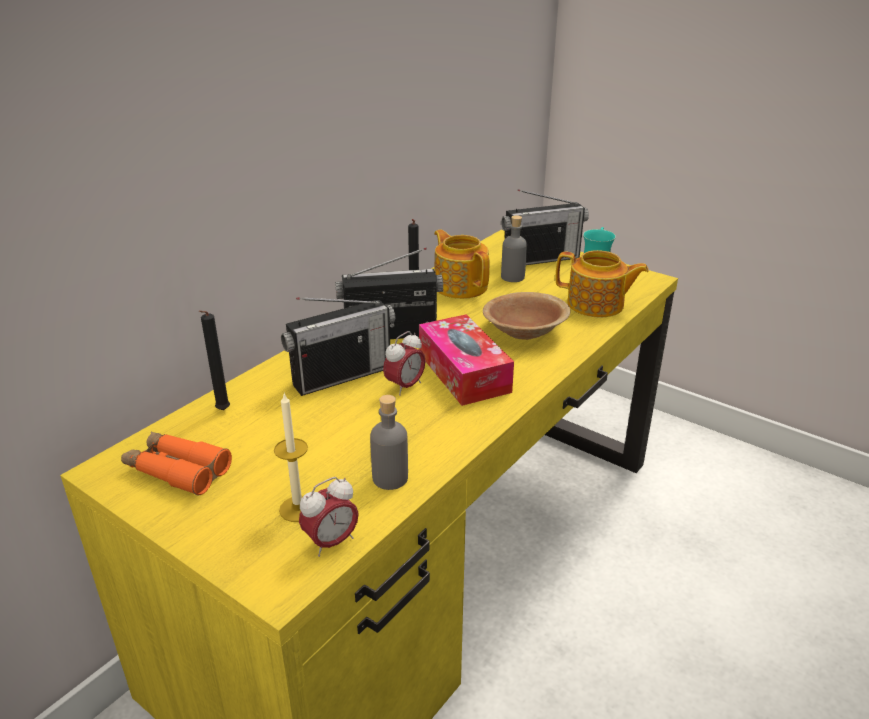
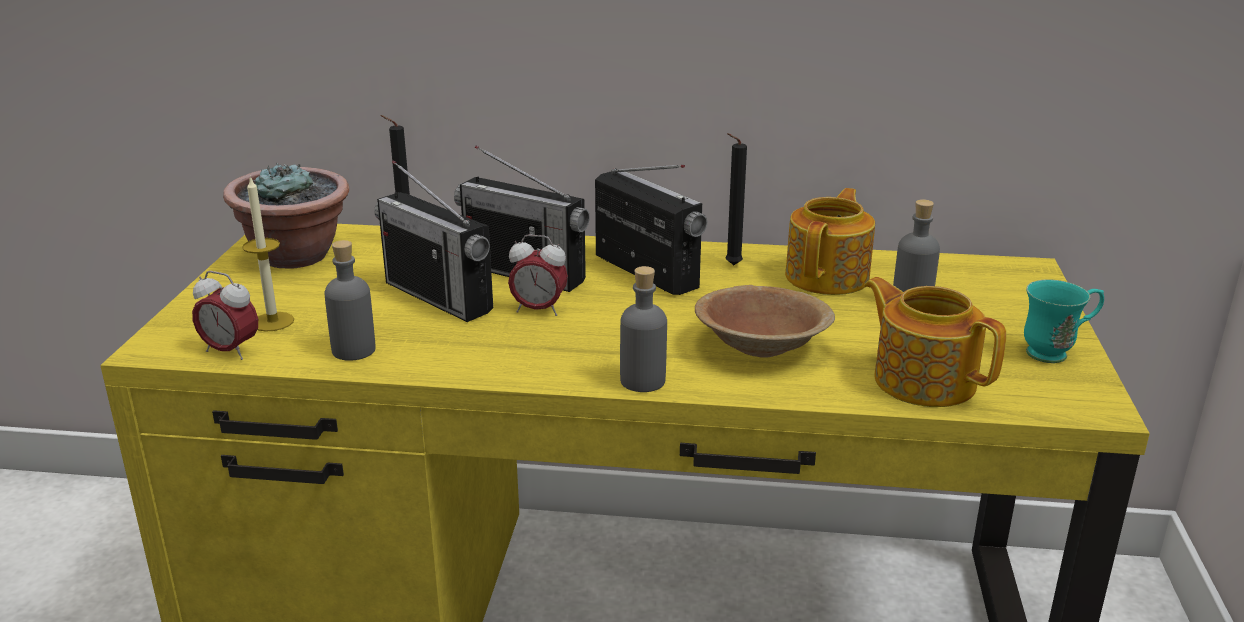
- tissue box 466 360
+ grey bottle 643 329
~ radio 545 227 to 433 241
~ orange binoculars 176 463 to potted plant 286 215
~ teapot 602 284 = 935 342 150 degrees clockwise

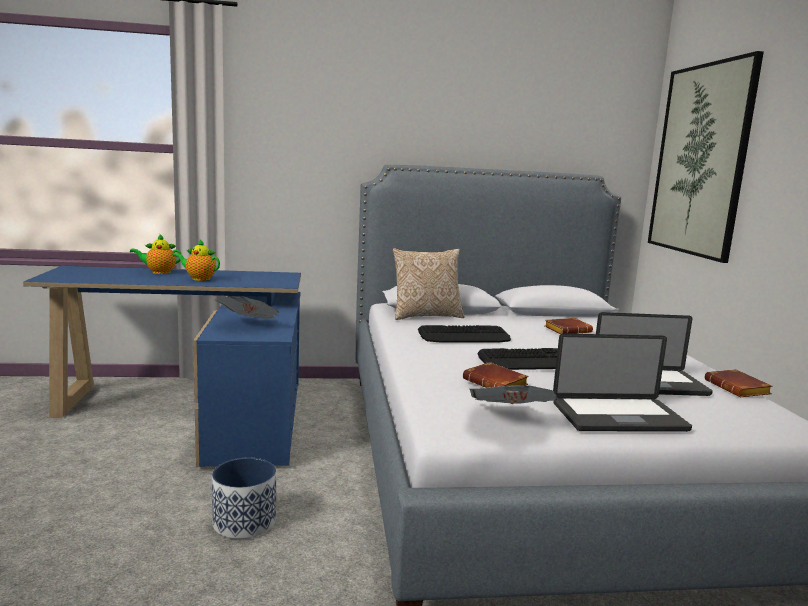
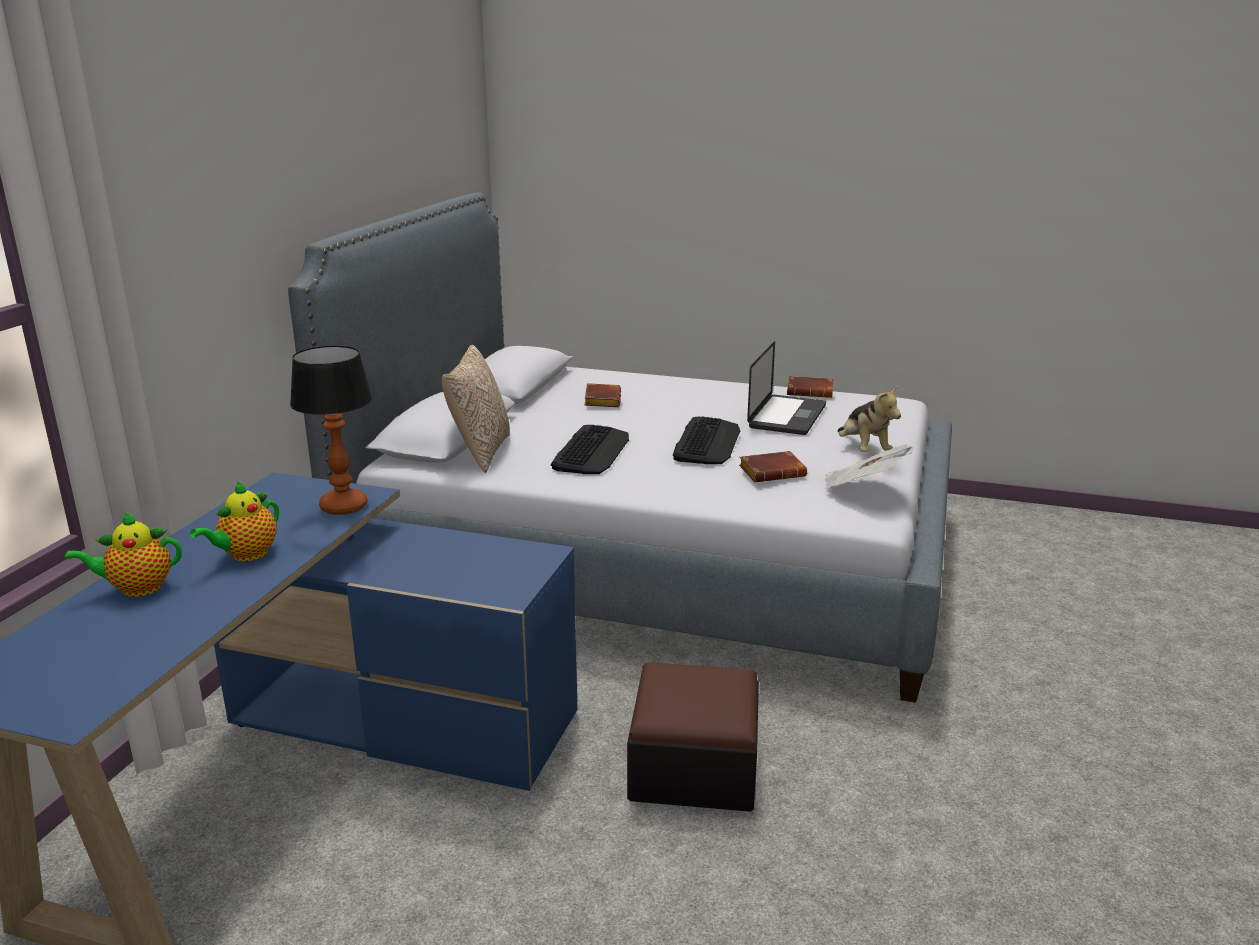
- newspaper 247 307
- picture 706 157
+ table lamp 331 430
~ planter 244 498 to ottoman 693 737
~ laptop 622 382 to plush toy 869 418
~ teapot 156 254 = 123 554 60 degrees clockwise

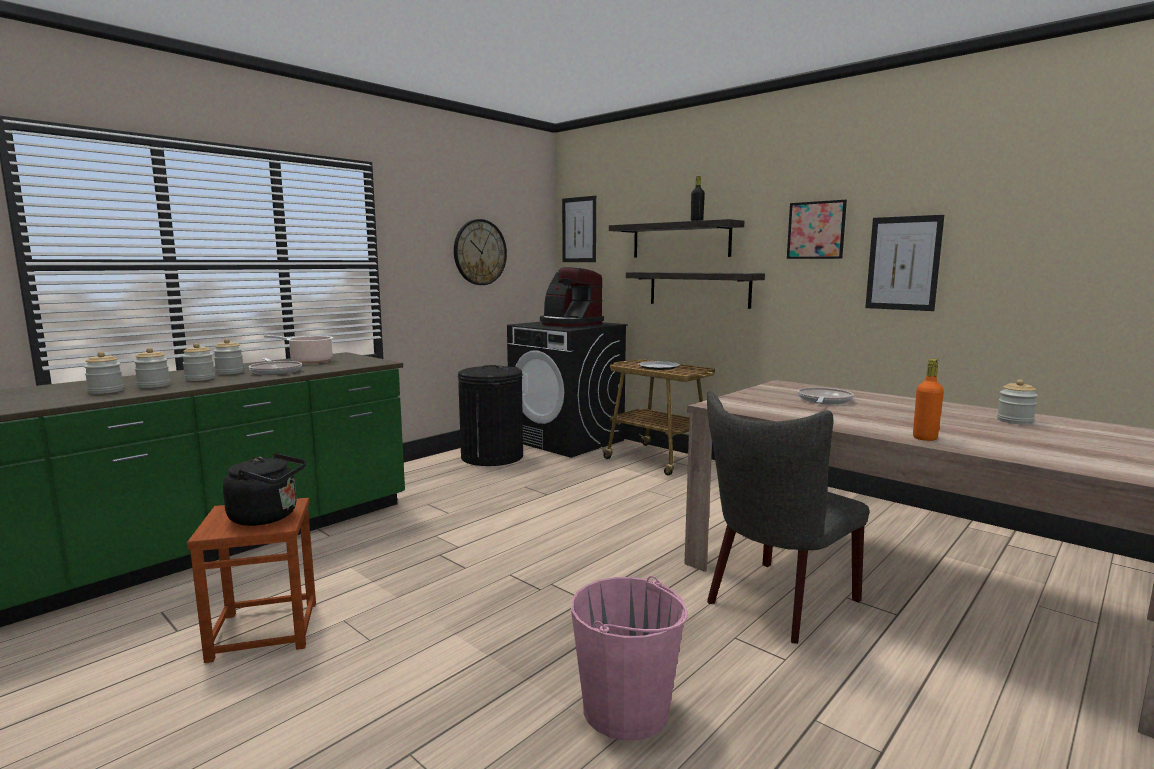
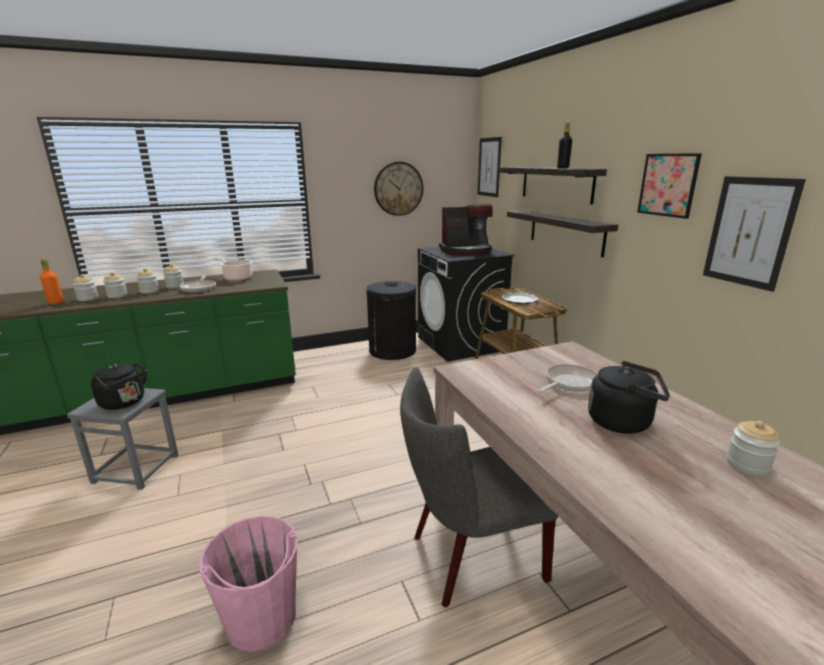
+ black kettle 629 397
~ orange bottle 928 400 to 52 281
~ brown stool 251 580 to grey stool 122 439
~ coffee machine 572 297 = 466 229 75 degrees counterclockwise

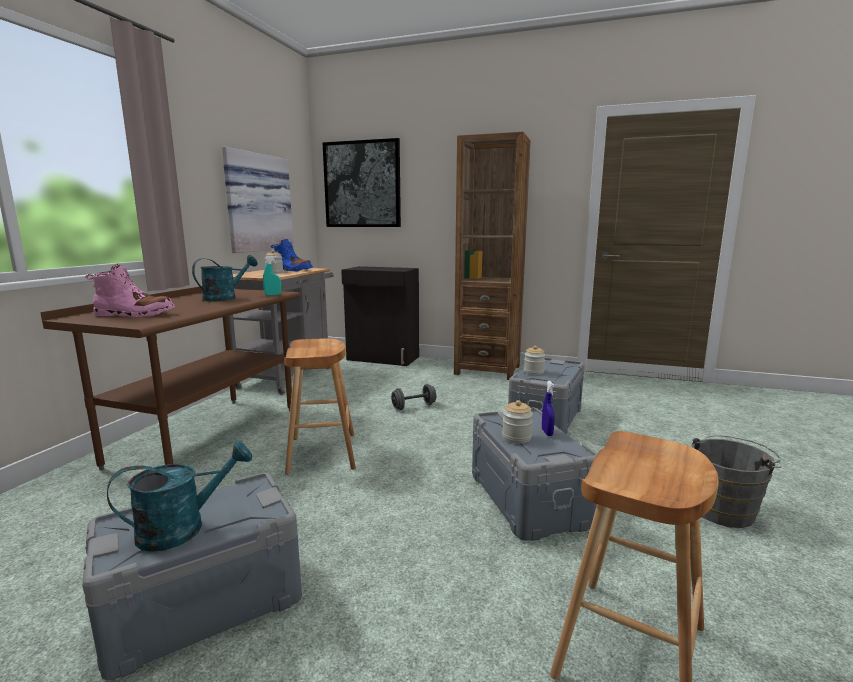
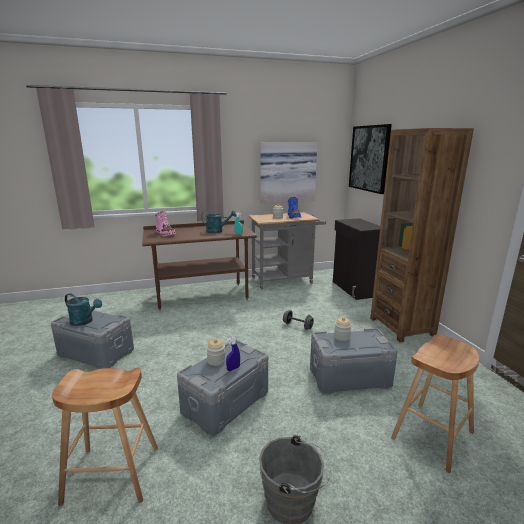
~ brown stool 320 406 to 435 403

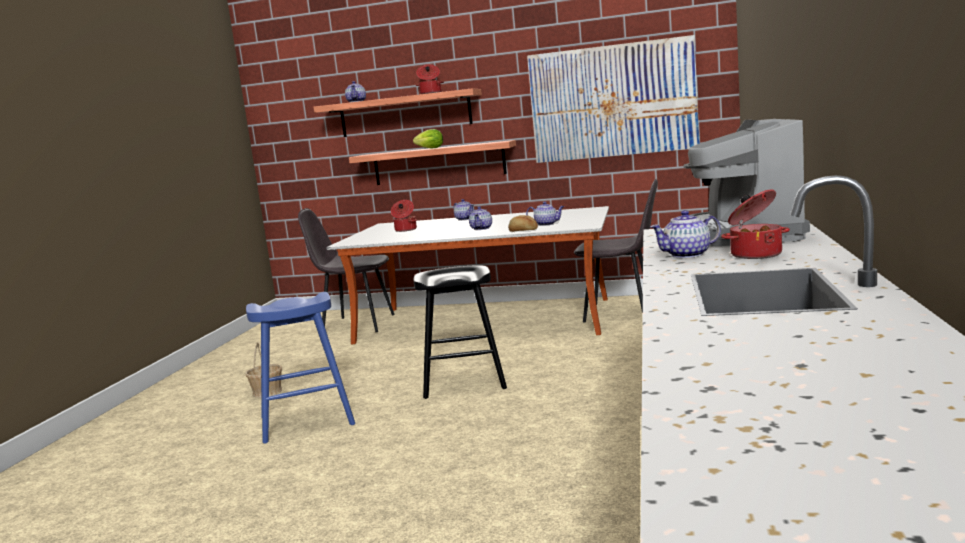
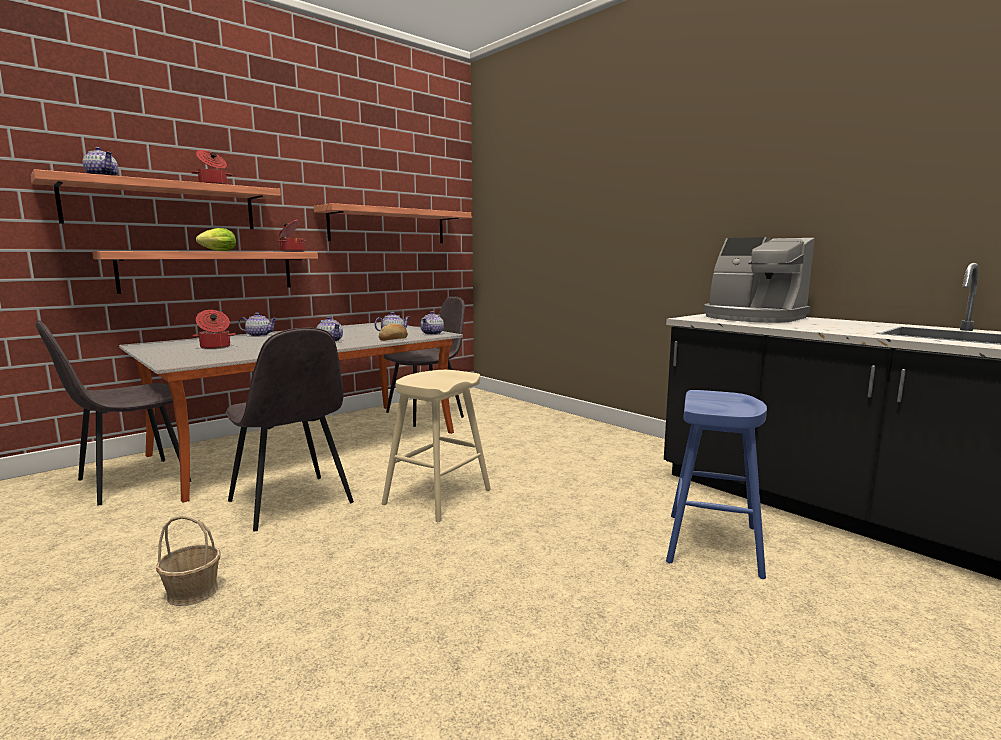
+ grey chair 290 429
~ blue stool 300 368 to 716 484
~ teapot 685 234 to 432 323
~ cooking pot 755 224 to 291 236
~ picture 613 99 to shelf 392 223
~ black stool 460 332 to beige stool 436 446

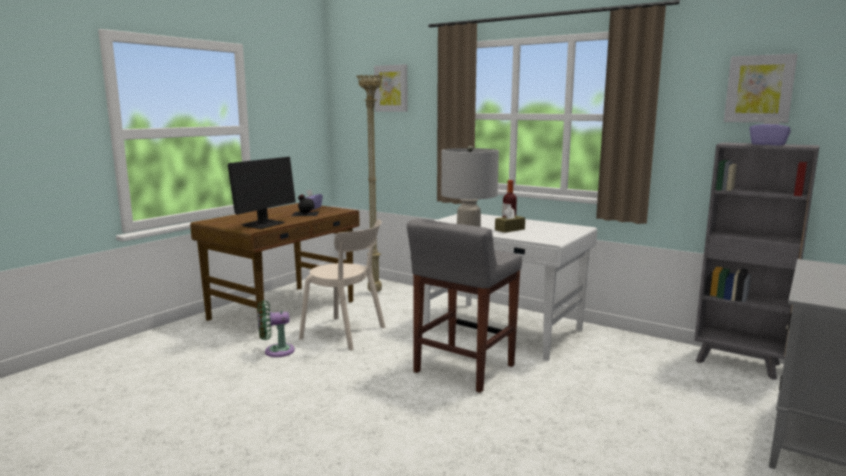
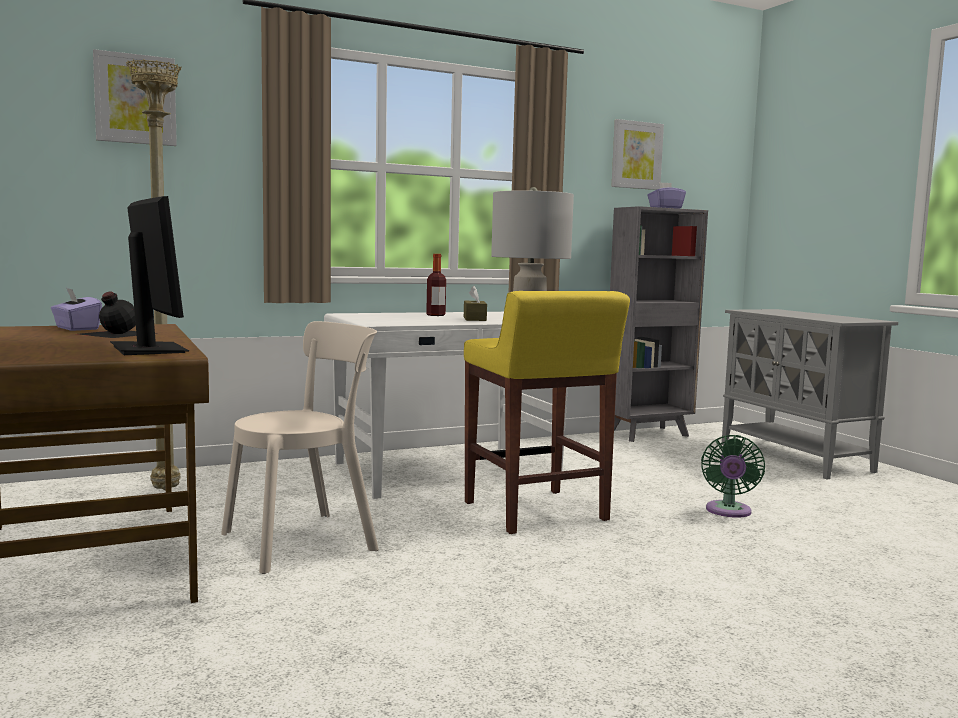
~ green fan 276 328 to 733 476
~ grey stool 464 306 to yellow stool 547 412

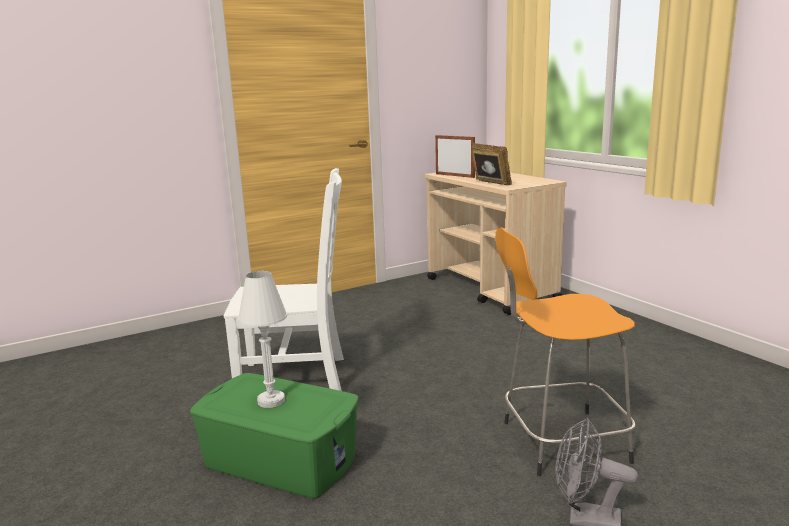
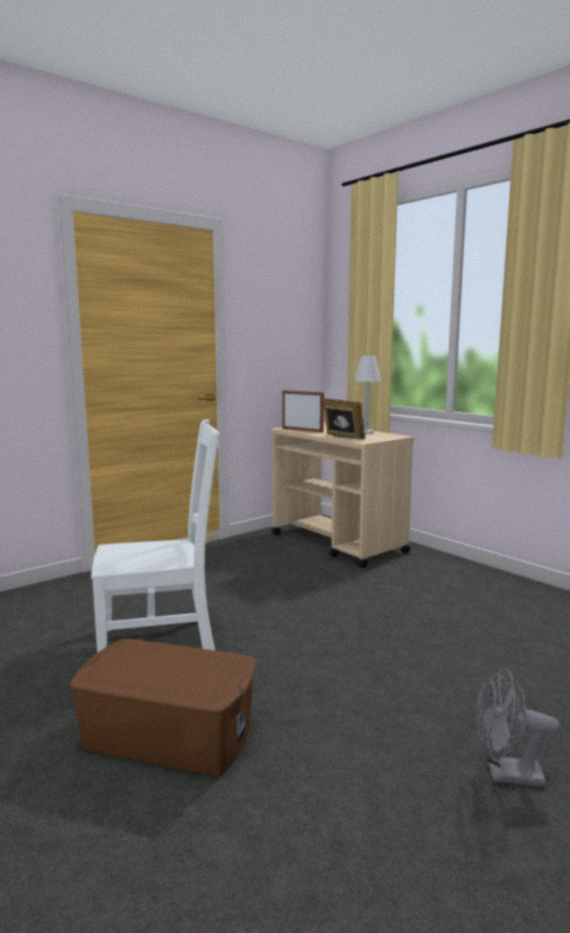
- orange stool 565 351
~ white table lamp 262 339 to 367 394
~ green storage box 274 436 to brown storage box 163 707

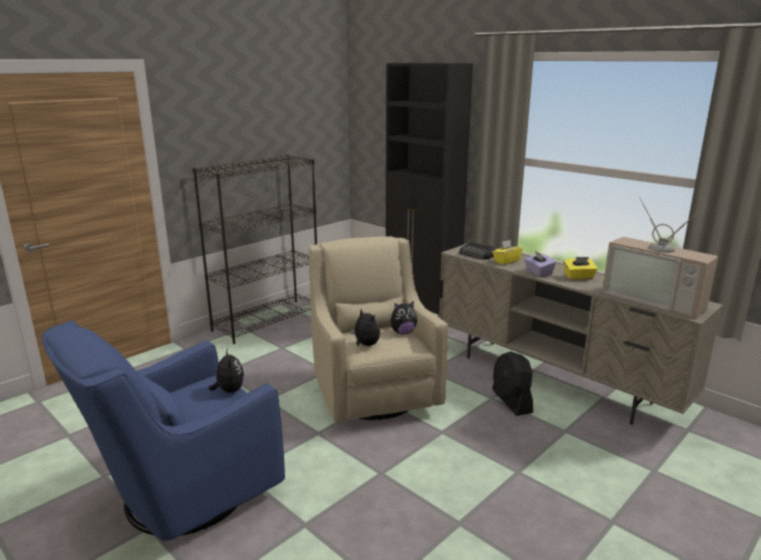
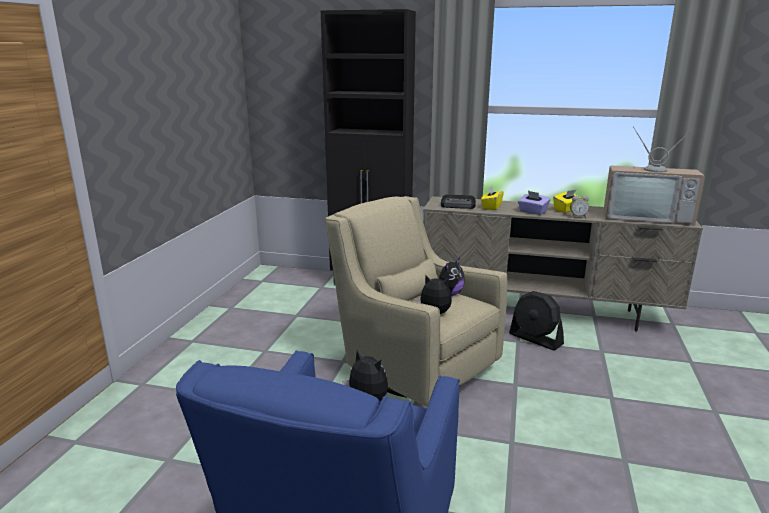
- black bookcase 255 249
+ alarm clock 579 207

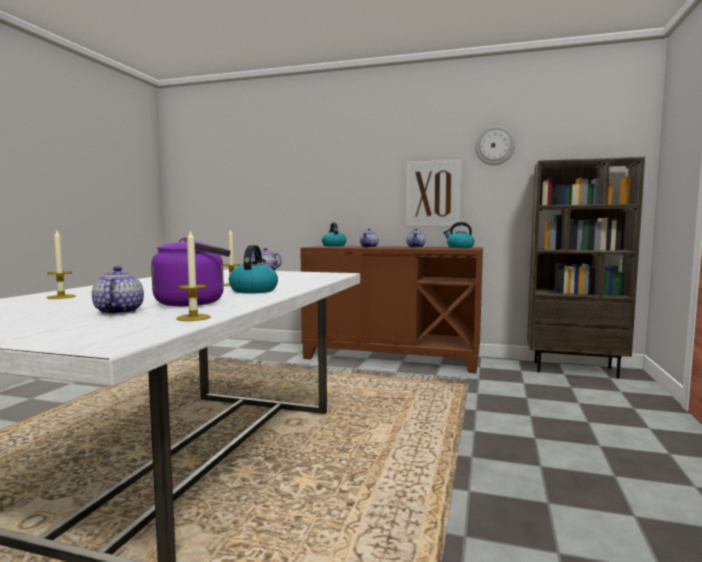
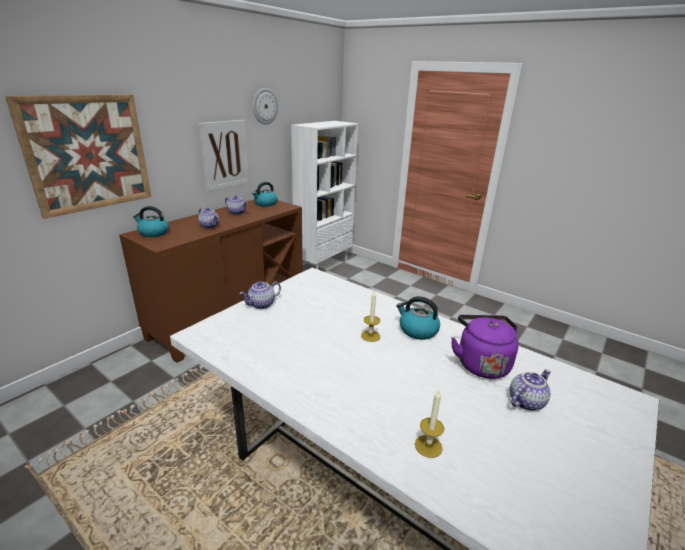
- candle 193 275
+ picture 78 156
~ brown bookcase 586 268 to white bookcase 325 195
~ teapot 118 290 = 530 390 135 degrees clockwise

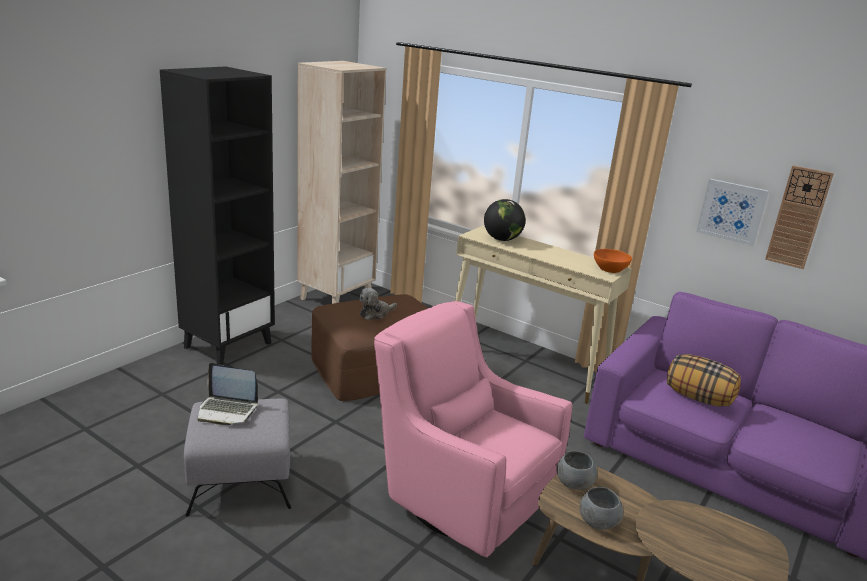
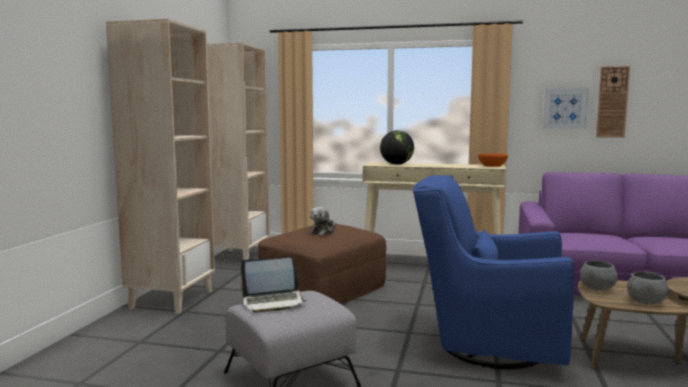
- pillow 704 380
~ black bookcase 217 215 to beige bookcase 160 166
~ pink armchair 473 429 to blue armchair 493 272

